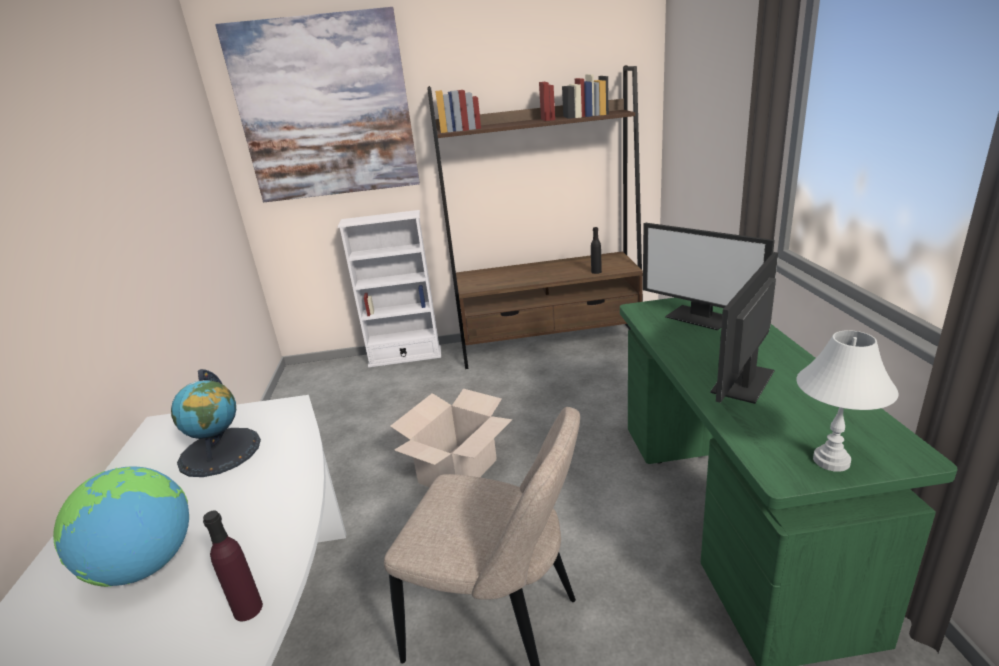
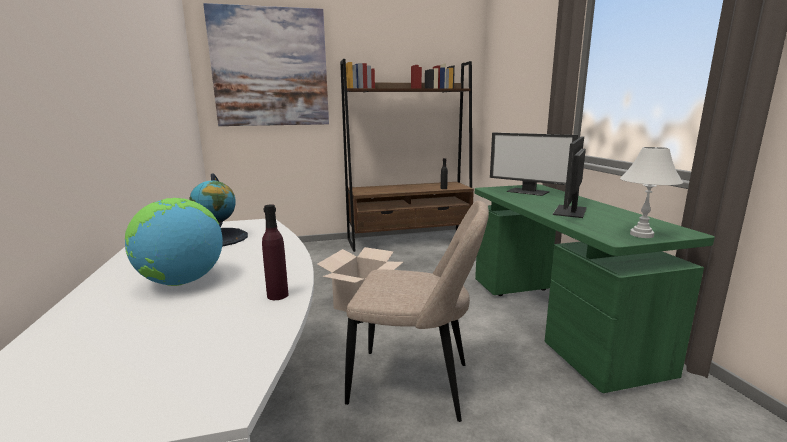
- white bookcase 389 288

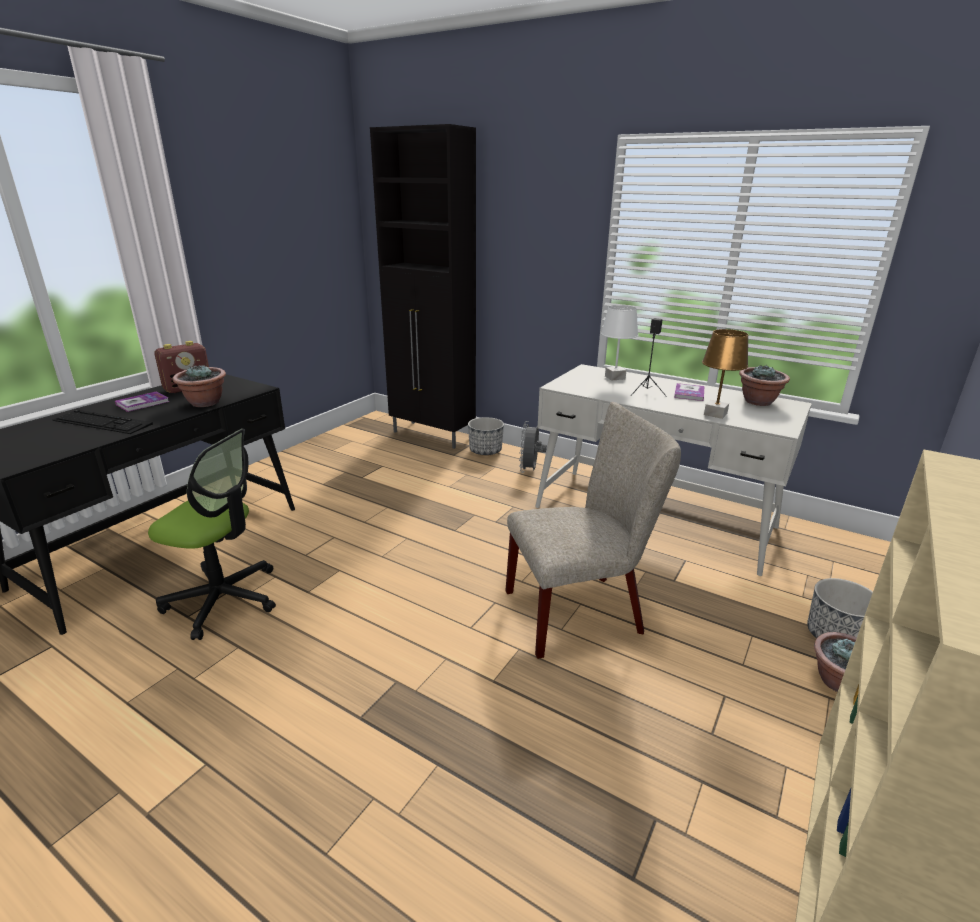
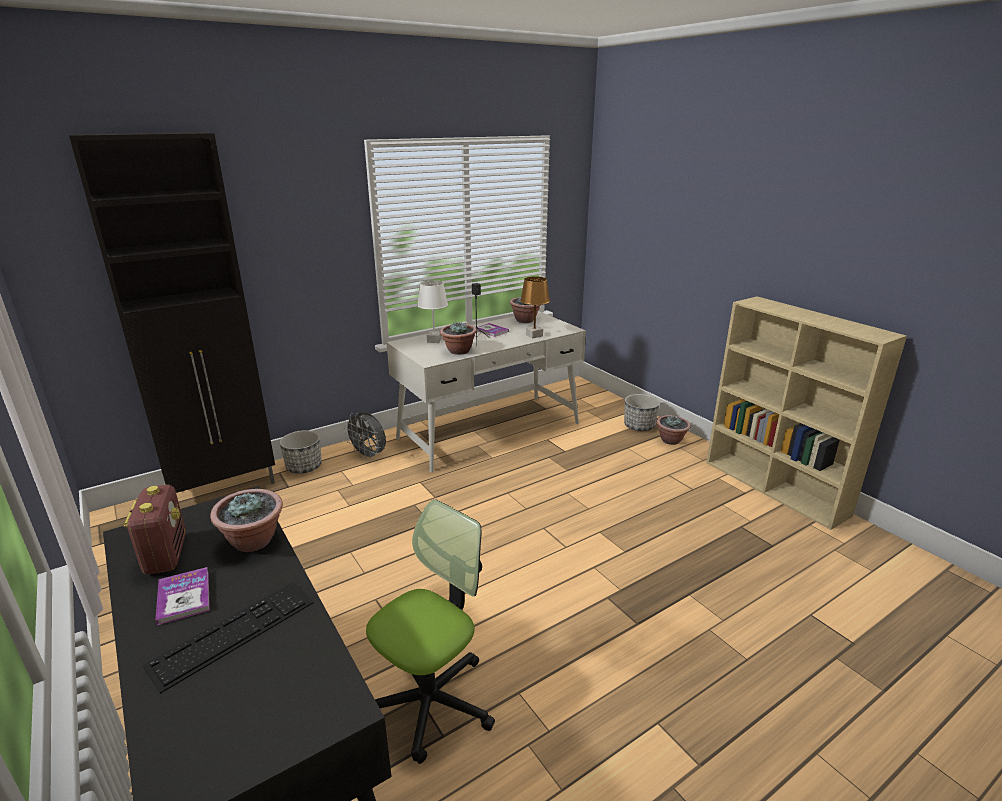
- beige chair 593 530
+ potted plant 458 338

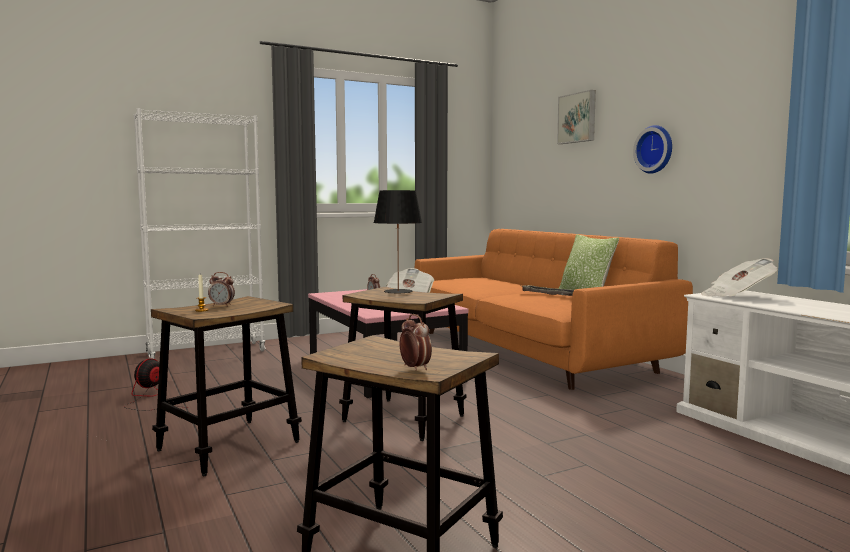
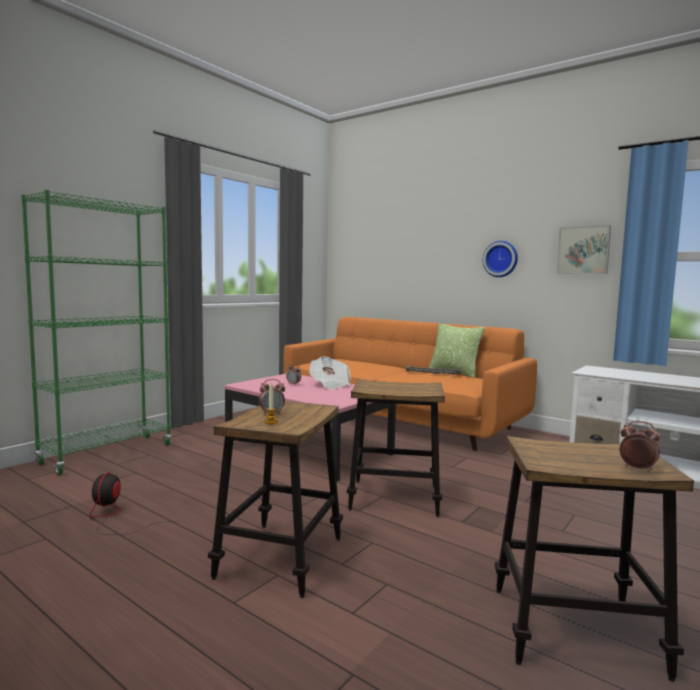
- black table lamp 397 241
- newspaper 739 277
~ picture 576 117 to 584 249
~ white bookcase 200 233 to green bookcase 96 332

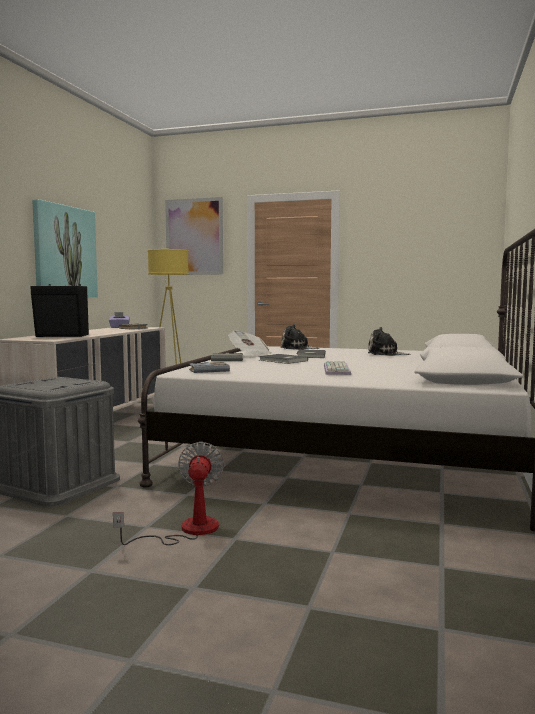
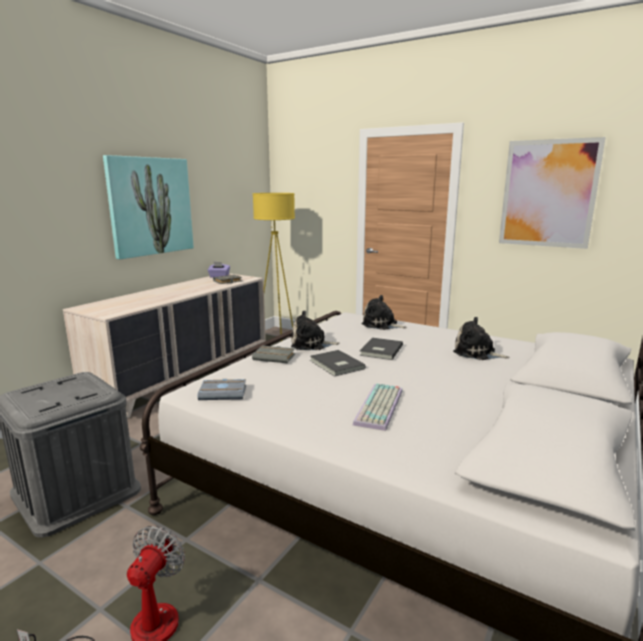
- black speaker 59 310
~ picture 194 236 to 552 193
~ newspaper 249 344 to plush toy 315 330

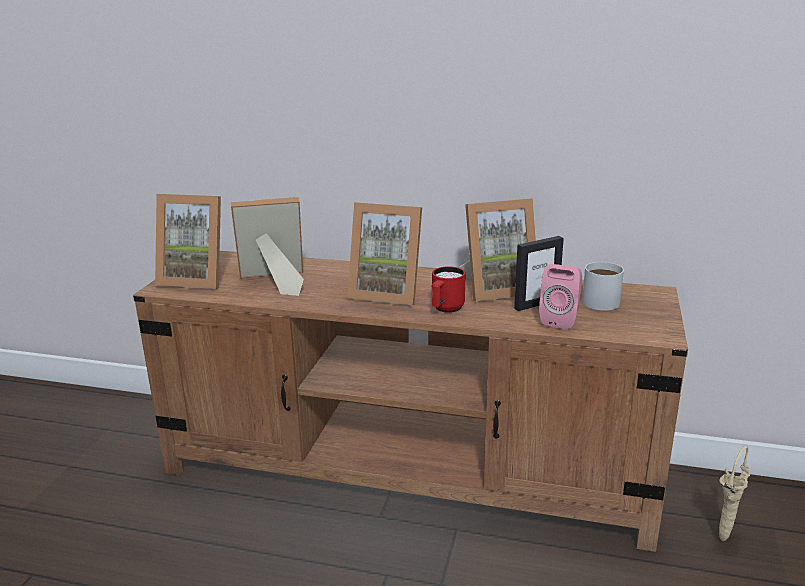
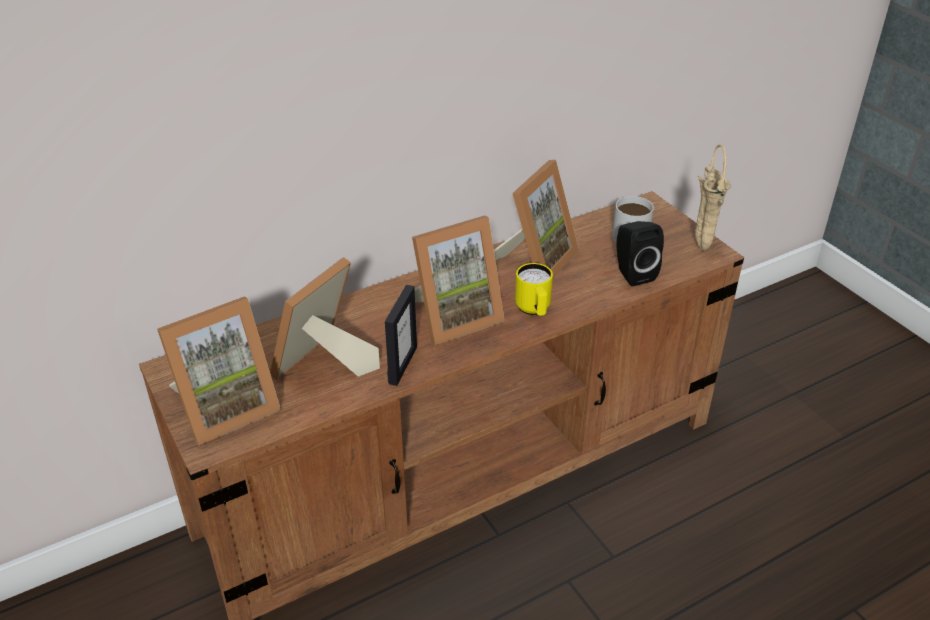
~ picture frame 539 273 to 401 335
~ beige vase 734 493 to 713 197
~ red mug 448 289 to yellow mug 534 289
~ pink speaker 560 297 to black speaker 640 253

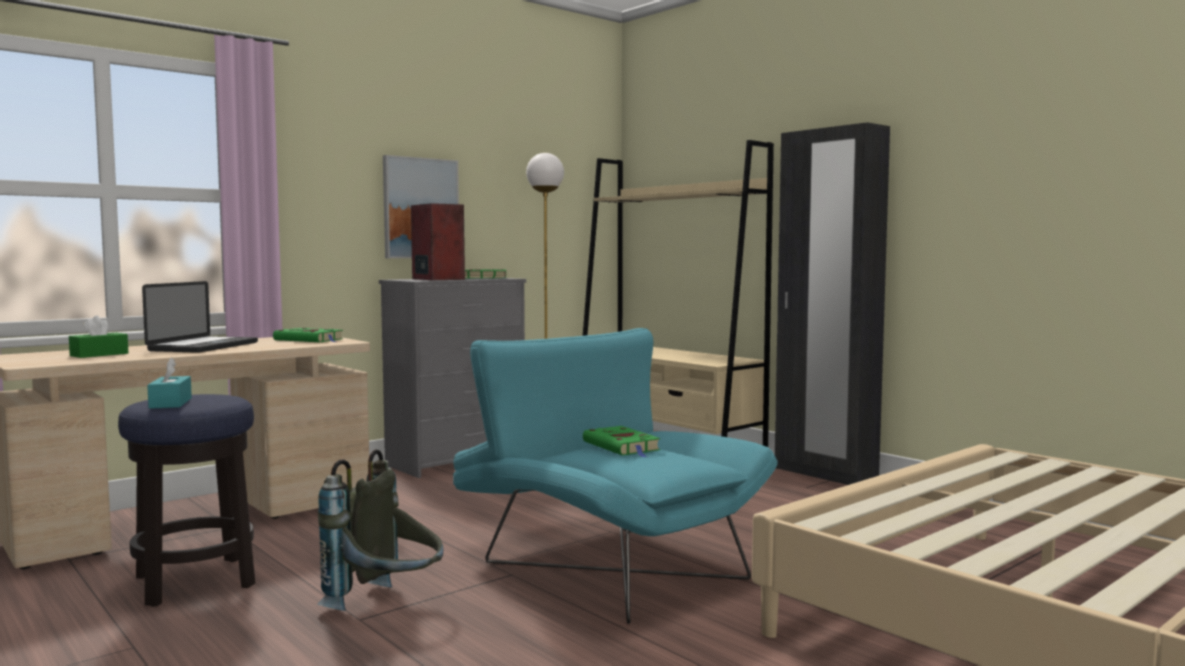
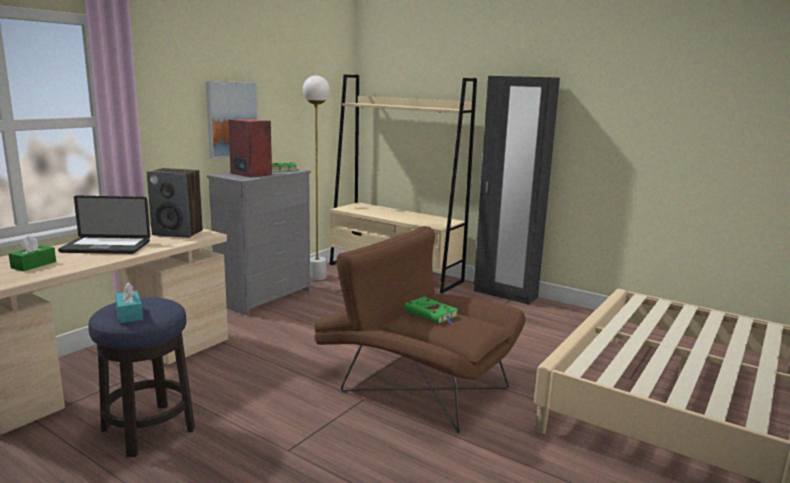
- grey backpack 380 530
~ green book 308 335 to speaker 175 203
~ turquoise armchair 615 476 to brown armchair 420 329
~ laptop 200 317 = 104 224 90 degrees clockwise

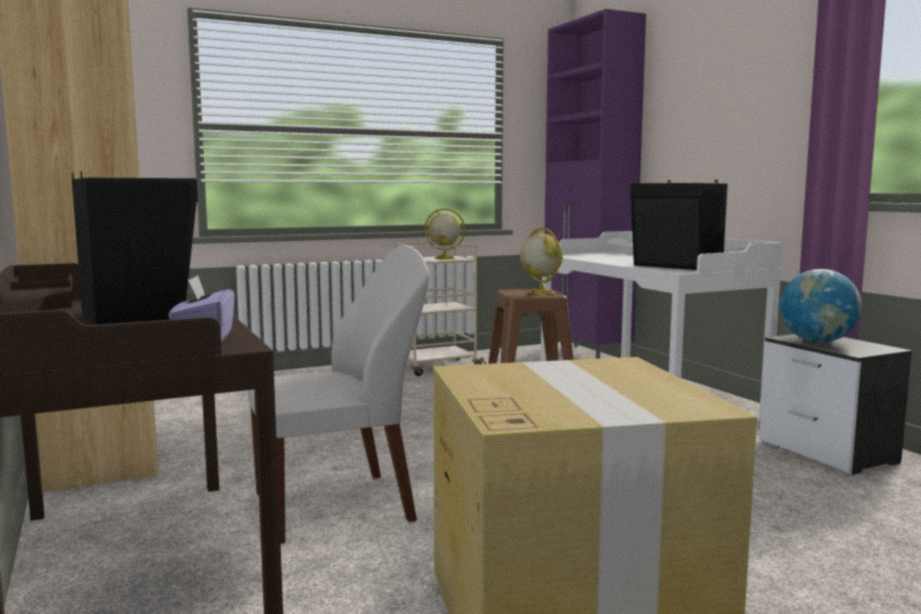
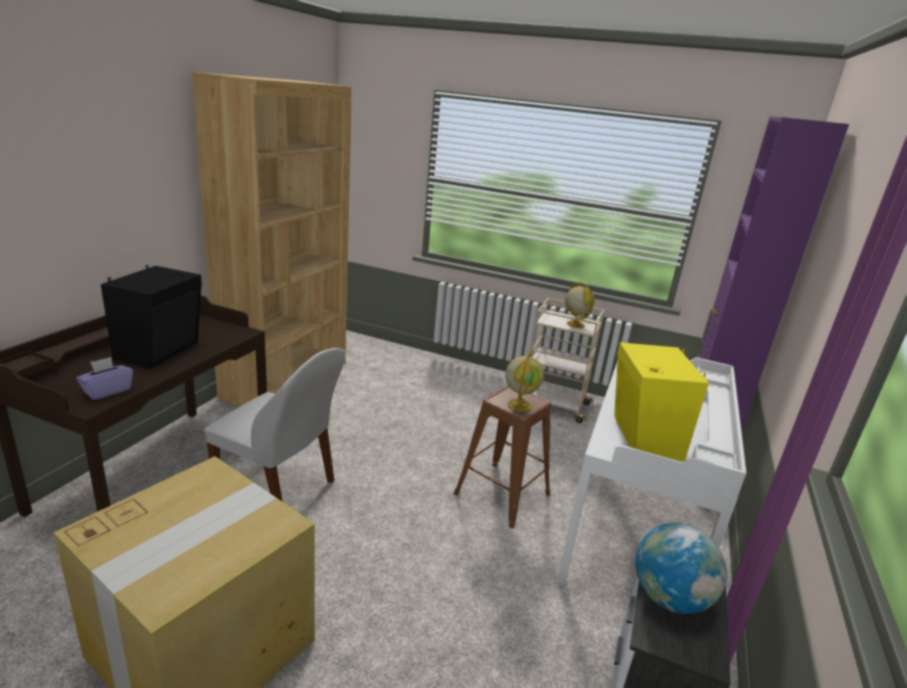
~ black speaker 678 225 to yellow speaker 661 402

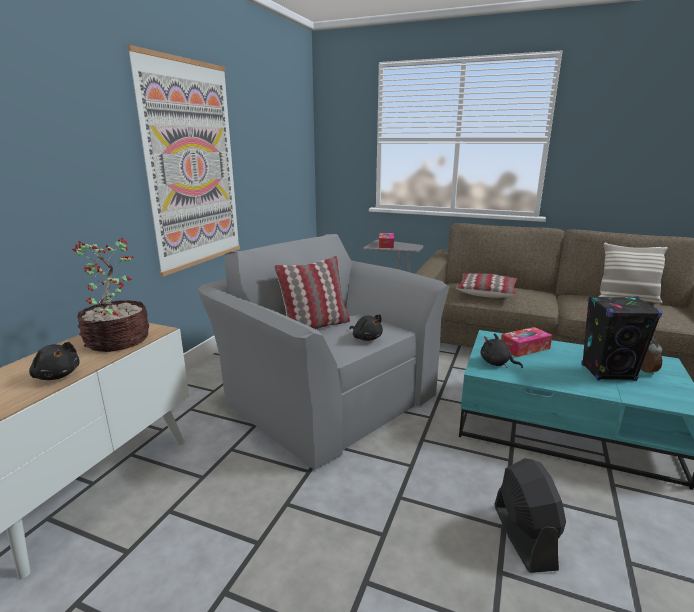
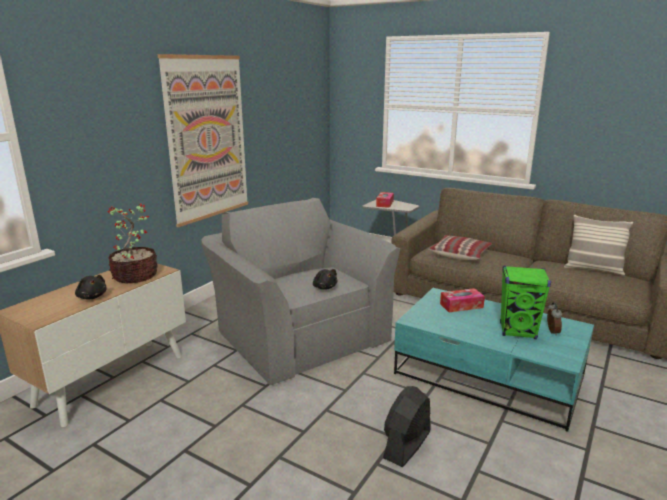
- pillow 312 292
- black plush toy 502 350
~ black speaker 621 338 to green speaker 525 302
~ black fan 530 515 = 406 426 150 degrees counterclockwise

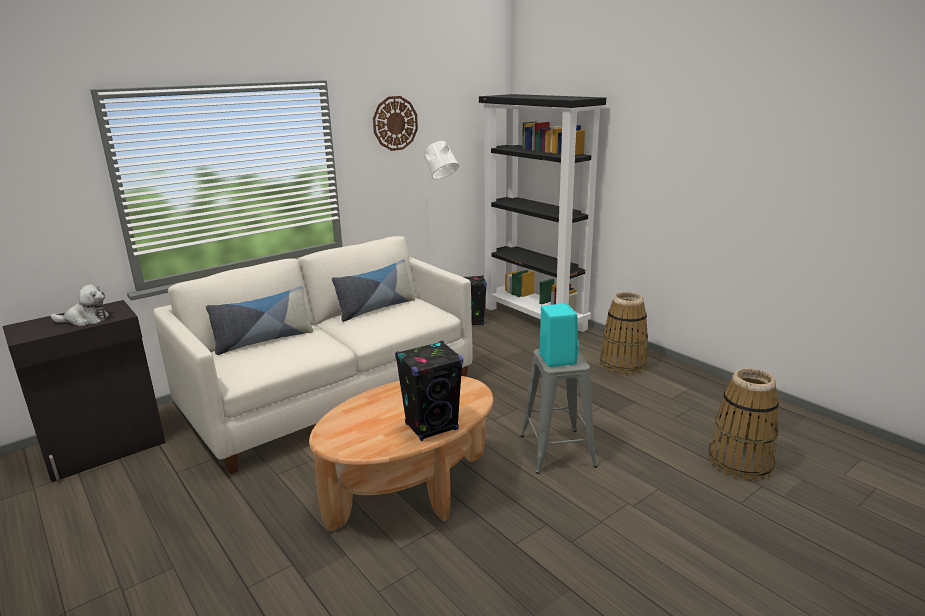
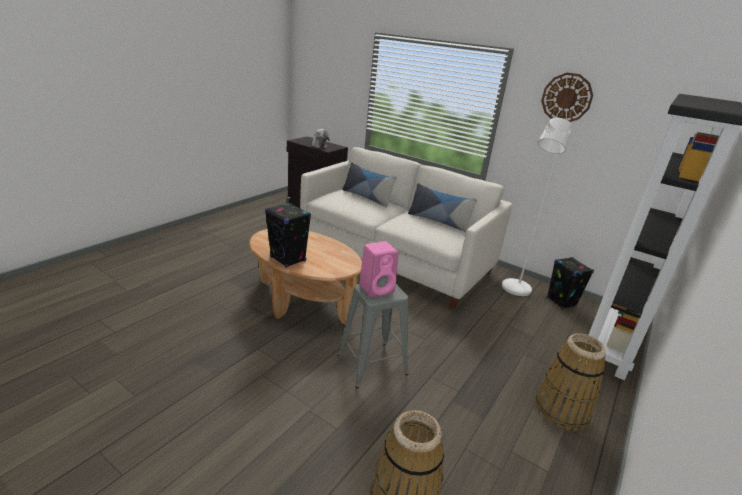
~ turquoise speaker 559 335 to pink speaker 378 269

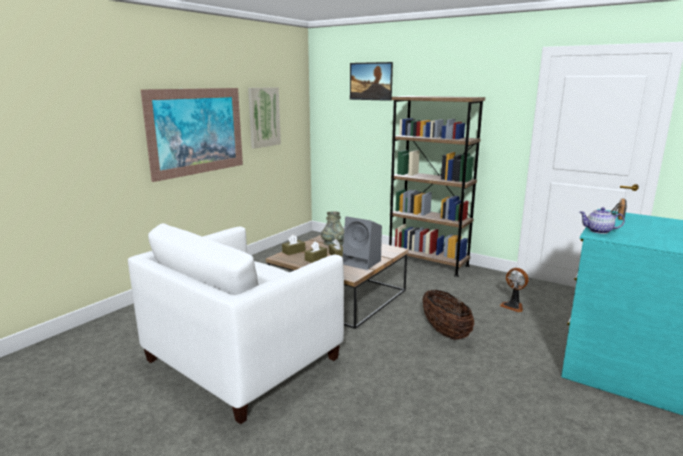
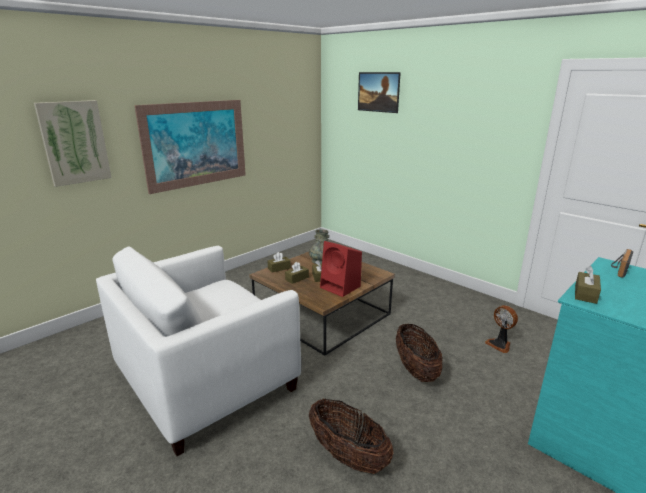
- brown bookcase 437 186
+ basket 351 436
~ picture 264 118 to 73 143
~ teapot 602 220 to brown tissue box 588 285
~ grey speaker 362 243 to red speaker 341 269

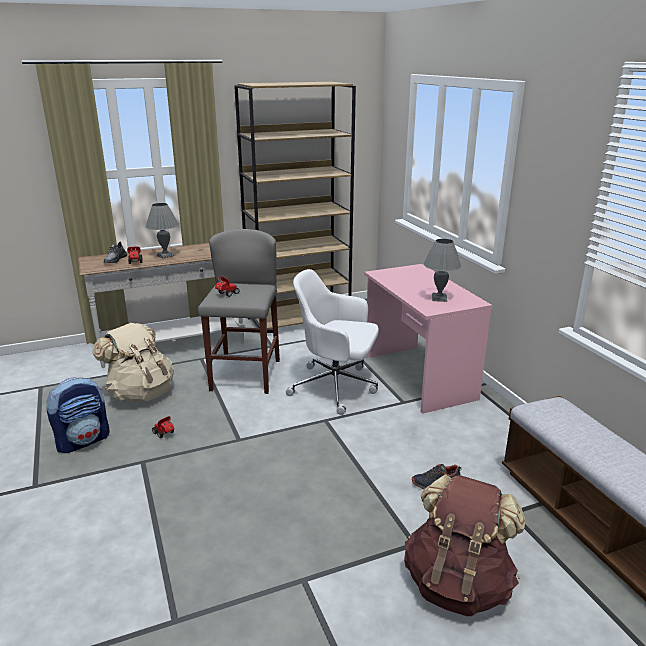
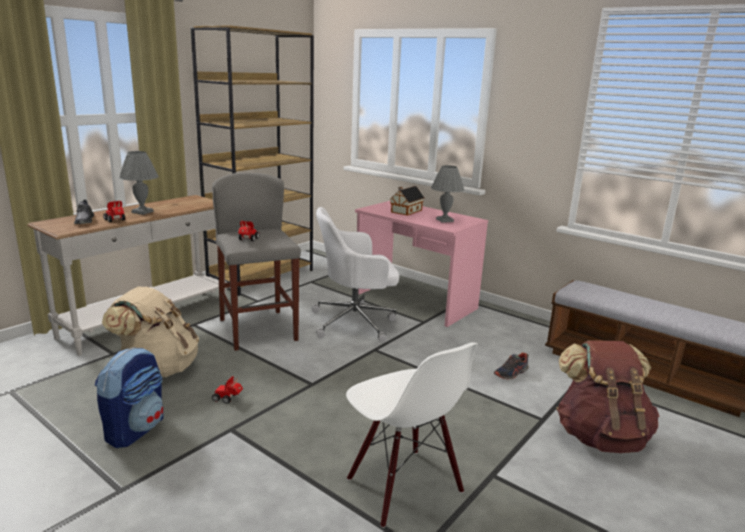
+ white chair 412 435
+ toy house 406 201

